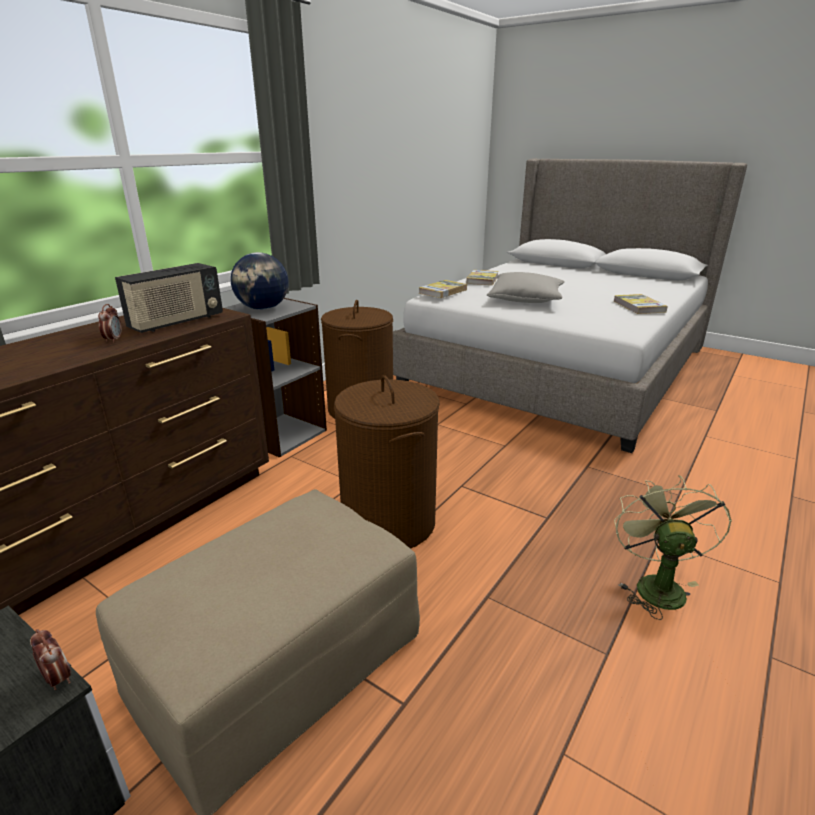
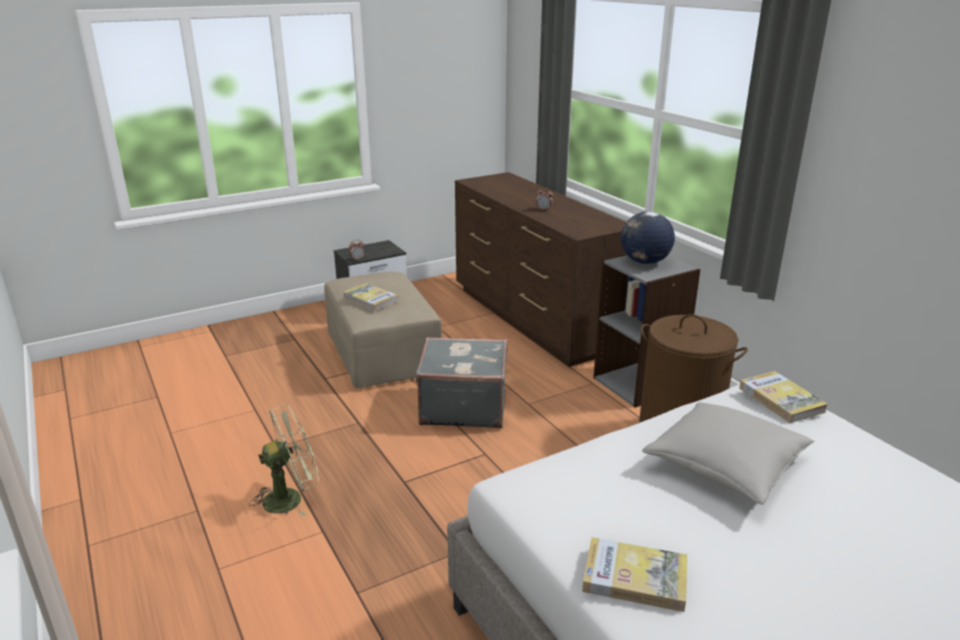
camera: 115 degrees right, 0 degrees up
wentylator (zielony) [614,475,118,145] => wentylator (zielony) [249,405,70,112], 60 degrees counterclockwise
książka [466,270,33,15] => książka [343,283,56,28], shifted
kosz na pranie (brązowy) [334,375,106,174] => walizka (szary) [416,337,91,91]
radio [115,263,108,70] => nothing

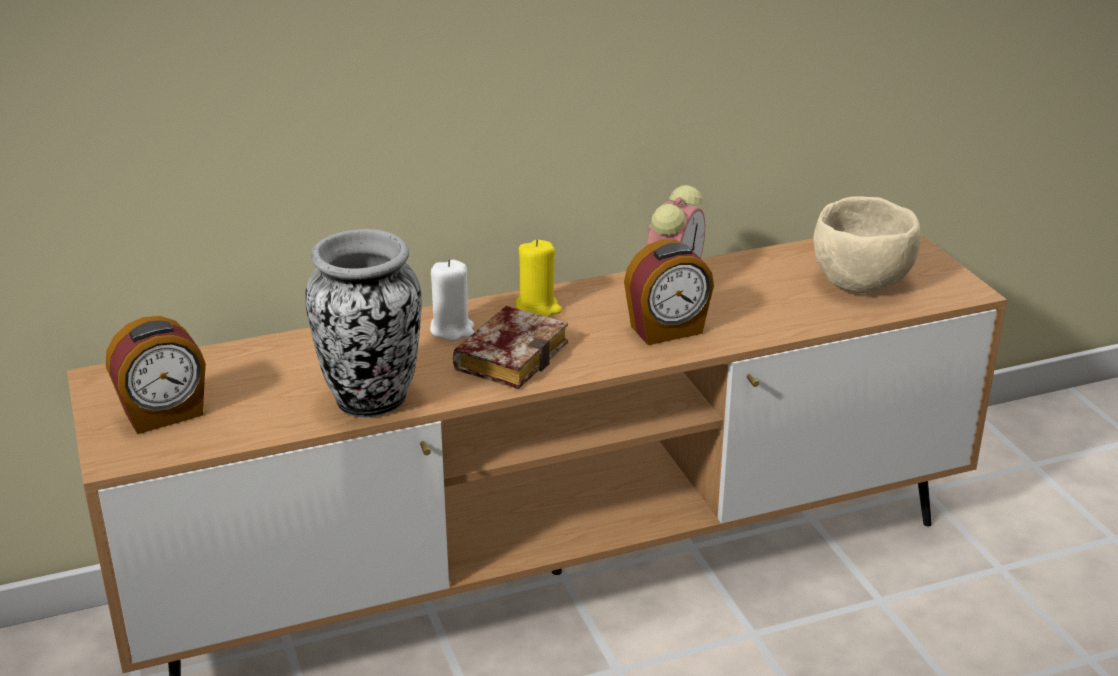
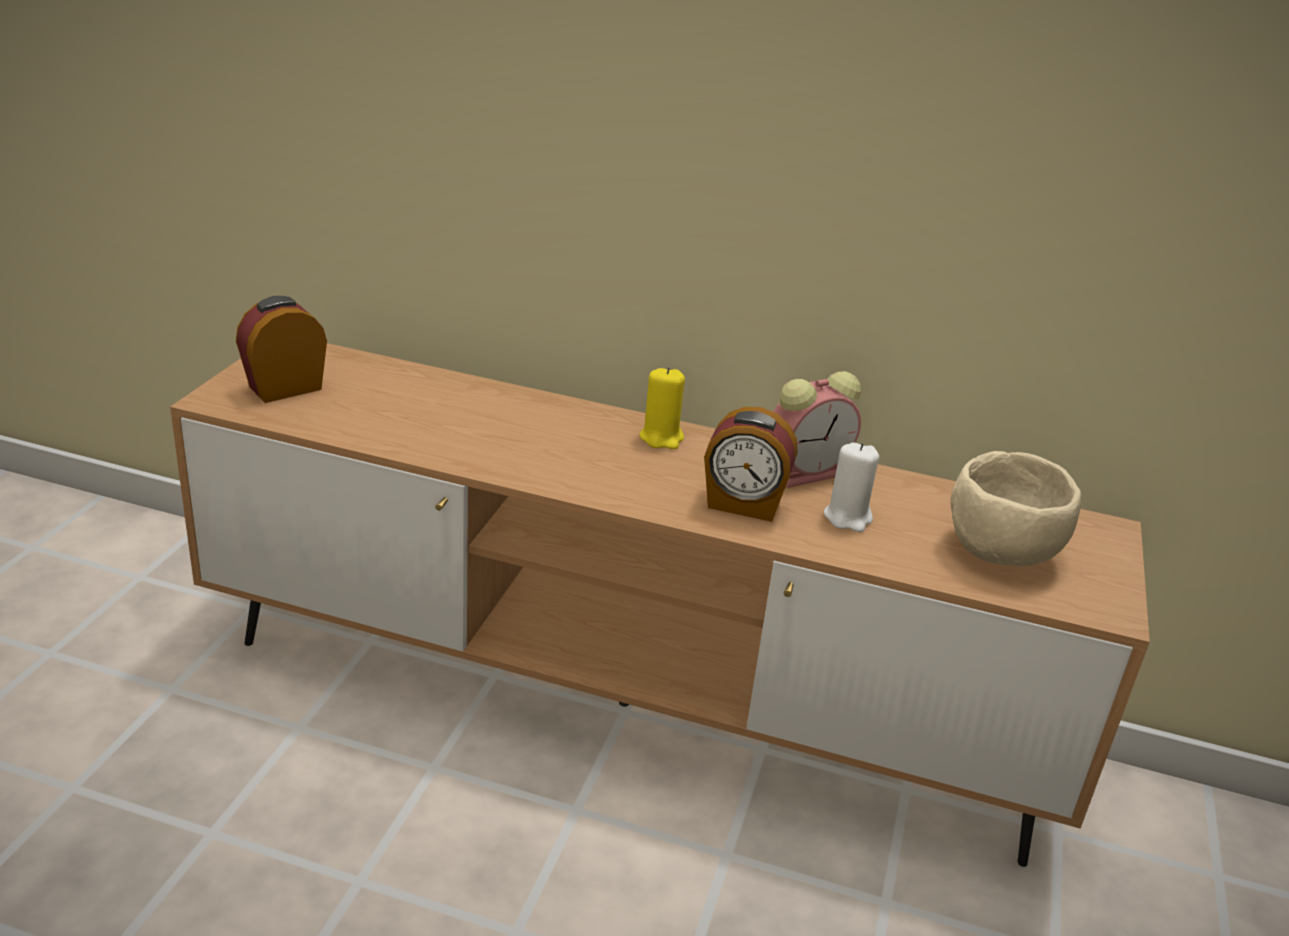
camera: 35 degrees right, 0 degrees up
budzik [106,316,100,118] => budzik [236,296,91,107], 135 degrees clockwise
świeca (biały) [430,260,44,81] => świeca (biały) [824,443,55,89], shifted
wazon [305,229,117,188] => nothing
książka [453,306,115,83] => nothing

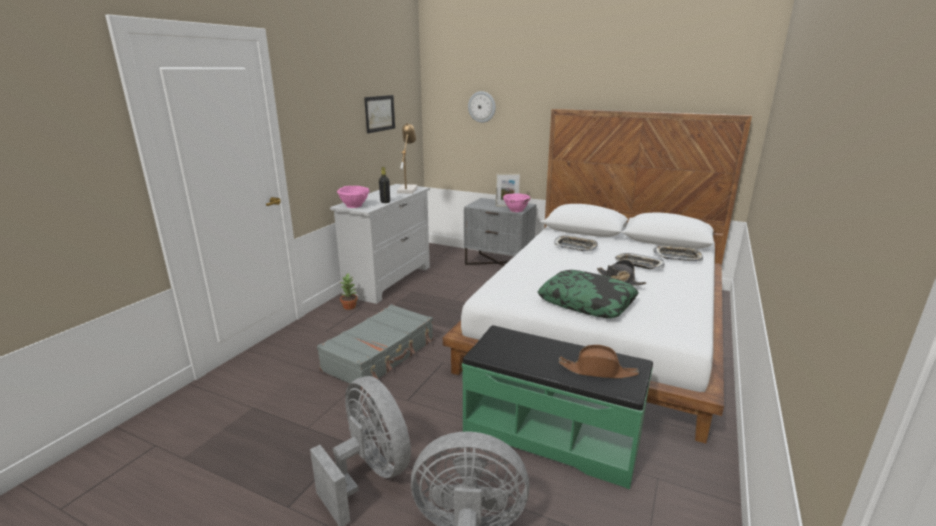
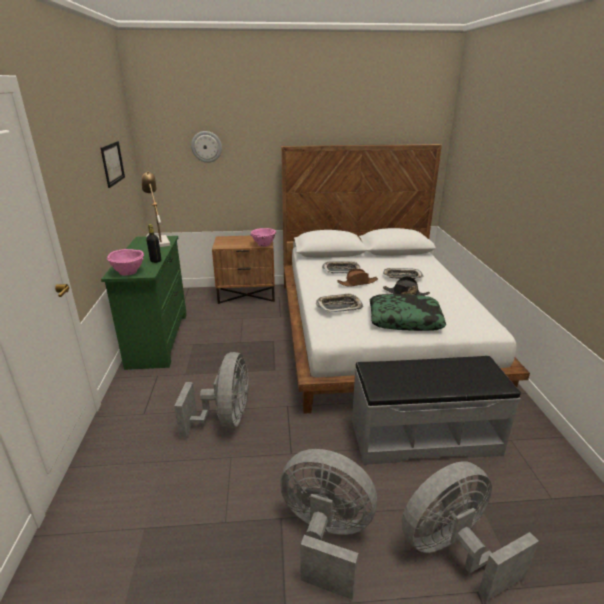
camera: 30 degrees left, 5 degrees up
komoda (biały) [330,184,100,120] => komoda (zielony) [101,236,86,134]
walizka (szary) [317,304,116,86] => wentylator (szary) [174,352,75,86]
szafka nocna (szary) [464,198,72,68] => szafka nocna (brązowy) [212,236,63,68]
taca [653,245,50,16] => taca [316,293,47,20], shifted
kapelusz (brązowy) [559,345,80,34] => kapelusz (brązowy) [337,269,41,18], shifted
ławka (zielony) [462,325,191,164] => ławka (szary) [352,356,169,109]
roślina doniczkowa [340,273,18,37] => nothing
ramka na zdjęcie [496,174,24,32] => nothing

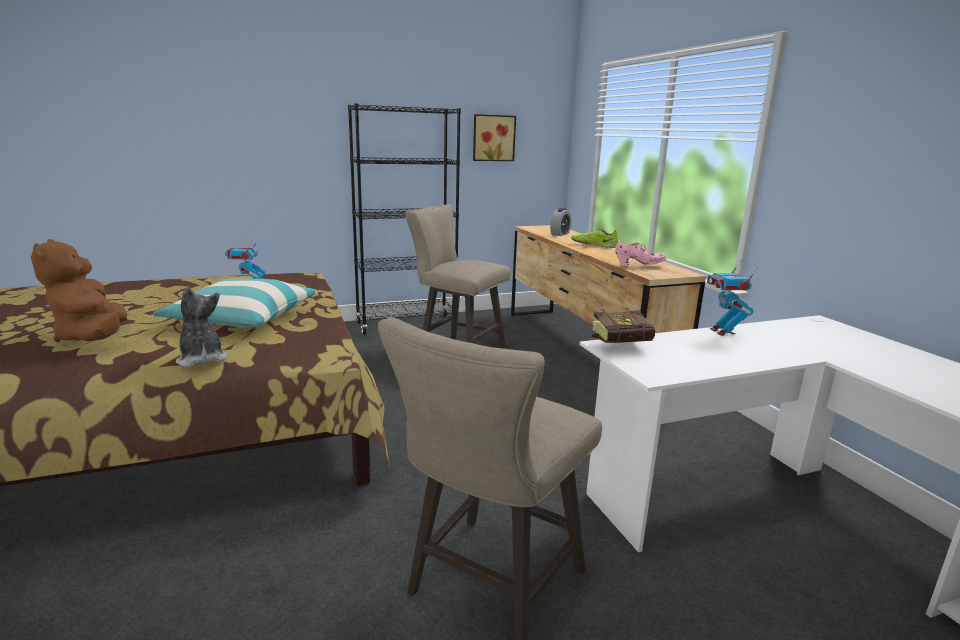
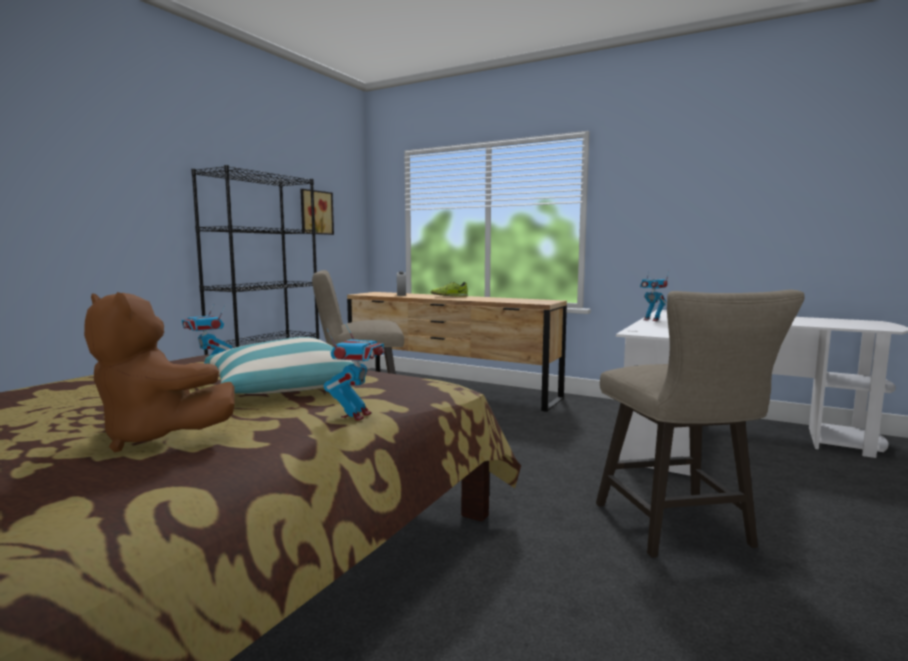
camera: 40 degrees left, 10 degrees down
pluszak [176,286,51,81] => robot zabawkowy [324,323,61,98]
książka [592,308,63,35] => nothing
but (różowy) [615,241,51,26] => nothing

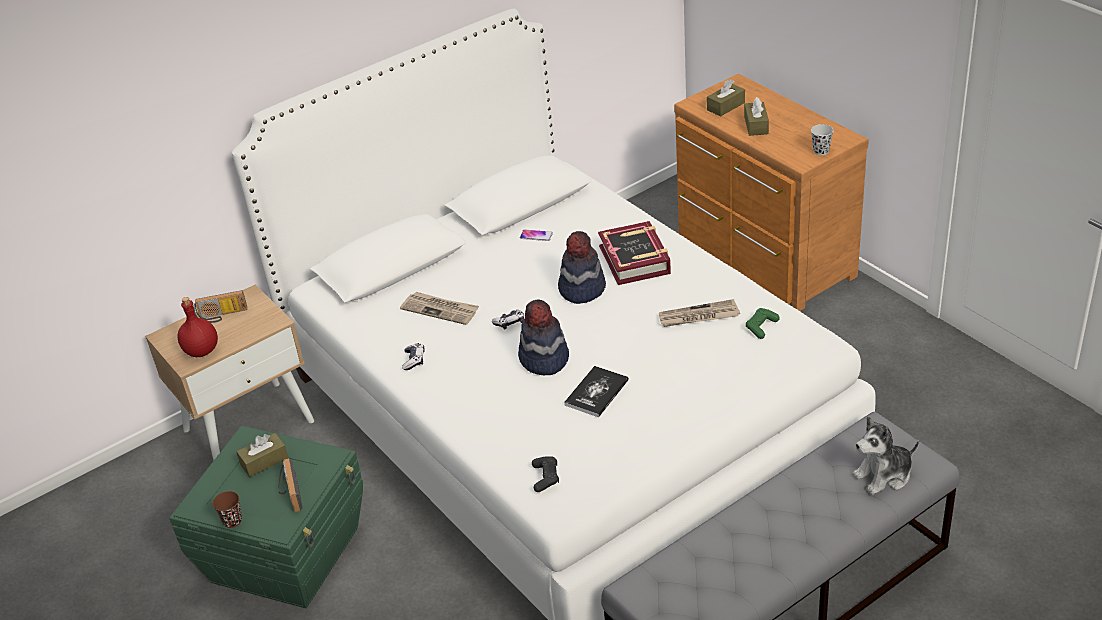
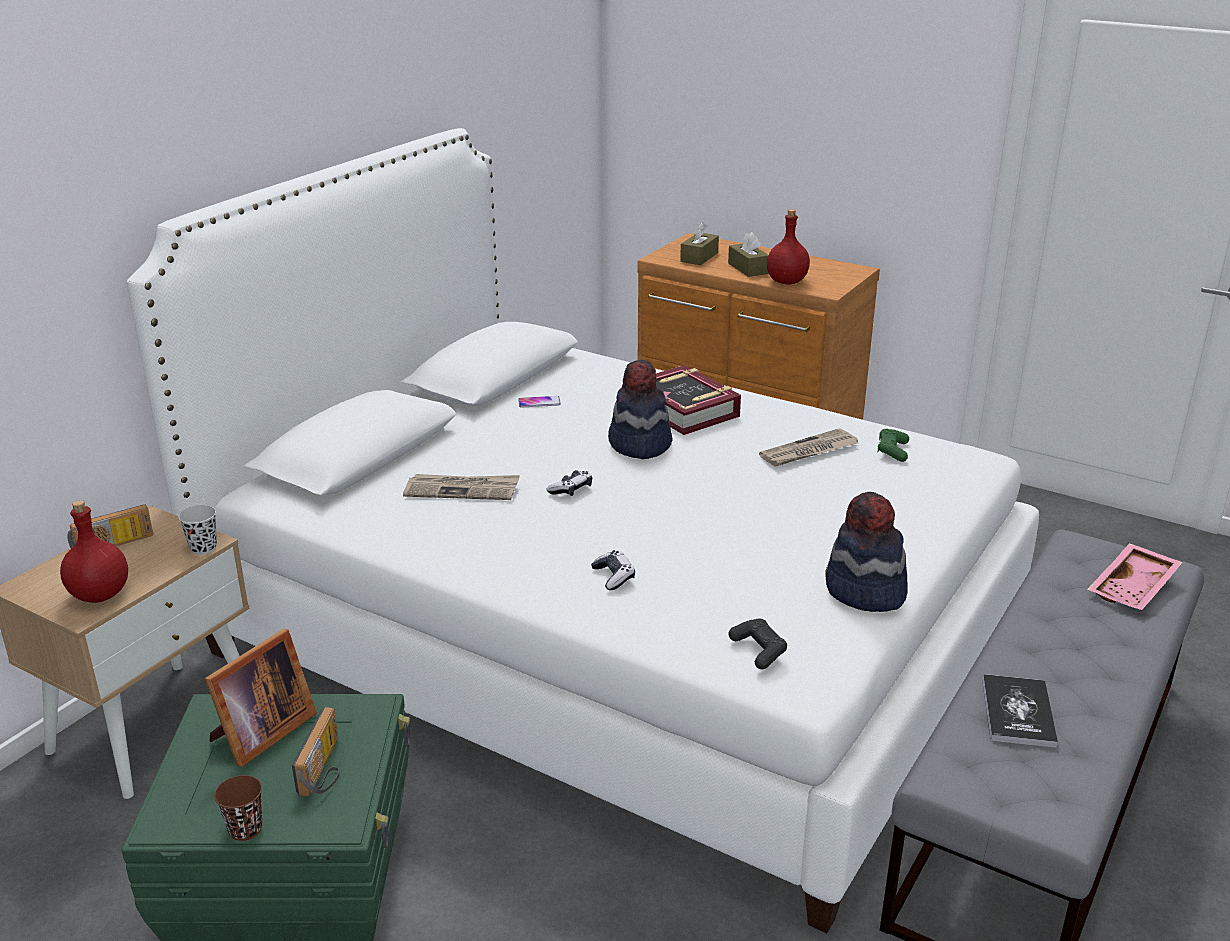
camera: 25 degrees left, 10 degrees down
filiżanka (czarny) [811,124,23,31] => filiżanka (czarny) [178,505,39,50], shifted
pudełko chusteczek (brązowy) [237,433,51,44] => ramka na zdjęcie [205,629,112,138]
radio [278,458,25,54] => radio [292,707,48,89], 135 degrees counterclockwise
pad do gier [402,343,23,27] => pad do gier [591,550,44,40], shifted
nothing => butelka (czerwony) [767,209,43,76]
kapelusz [518,300,51,75] => kapelusz [825,492,83,120], shifted
książka [564,366,65,51] => książka [982,674,76,74], shifted
pluszak [853,416,66,79] => taca (różowy) [1087,543,96,67]

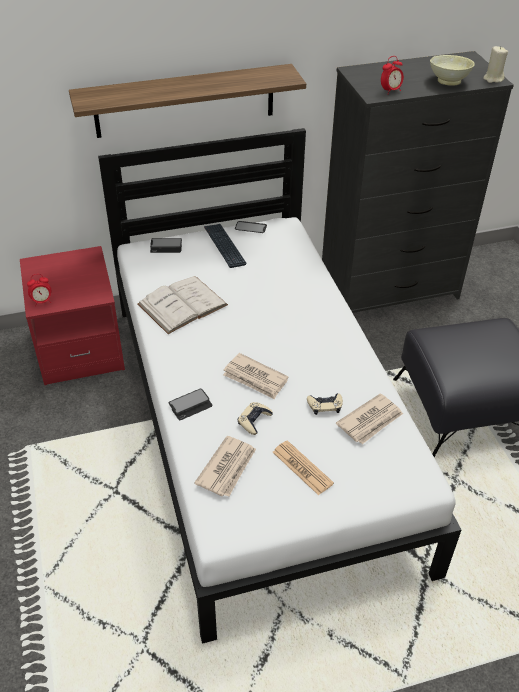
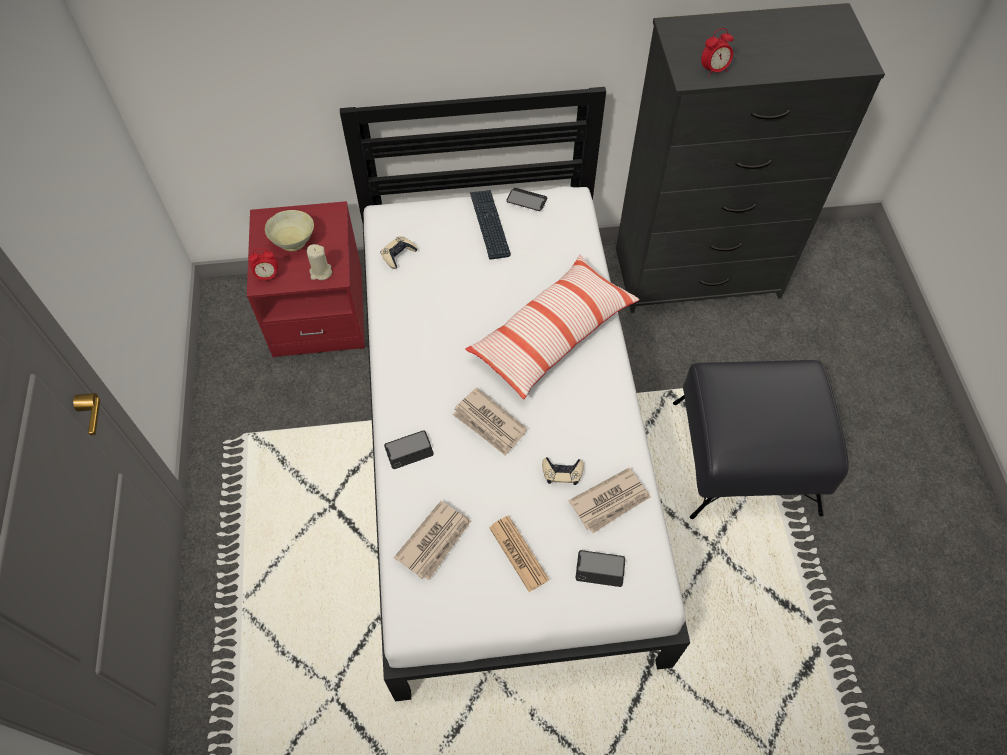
camera: 10 degrees right, 15 degrees up
miska (beżowy) [430,55,45,31] => miska (beżowy) [265,210,49,41], shifted
świeca (beżowy) [483,46,25,37] => świeca (beżowy) [307,244,25,36], shifted
pad do gier (beżowy) [238,402,35,33] => pad do gier (beżowy) [380,236,37,33], shifted
nothing => poduszka [465,255,174,144]
telefon [150,238,32,15] => telefon [576,550,49,37], shifted
półka [69,64,237,74] => nothing
książka (biały) [137,276,91,58] => nothing

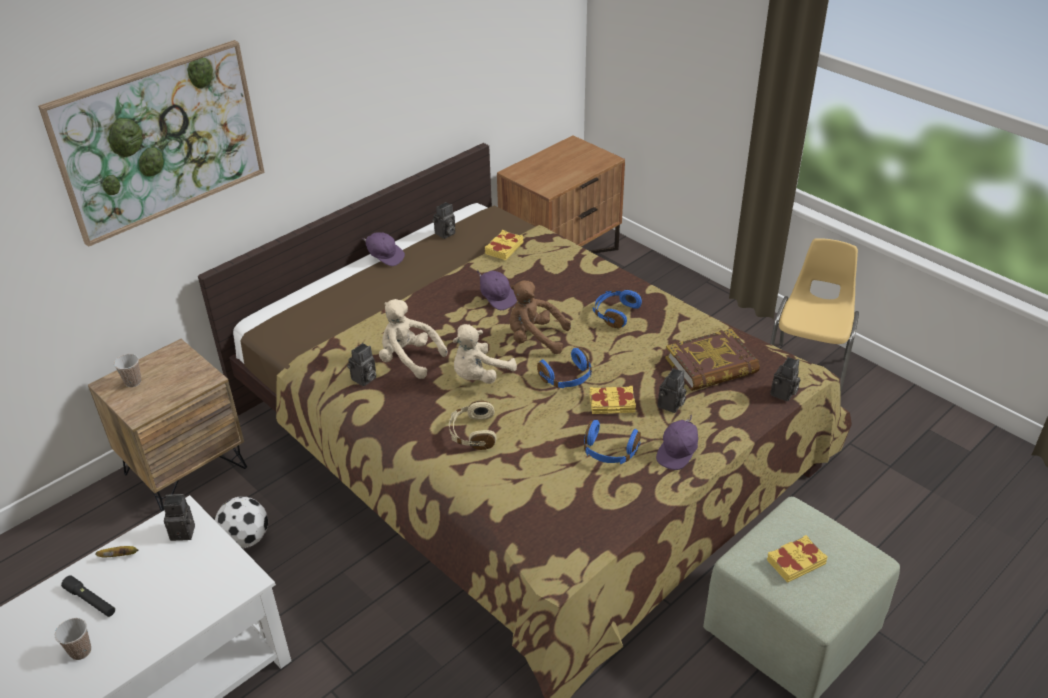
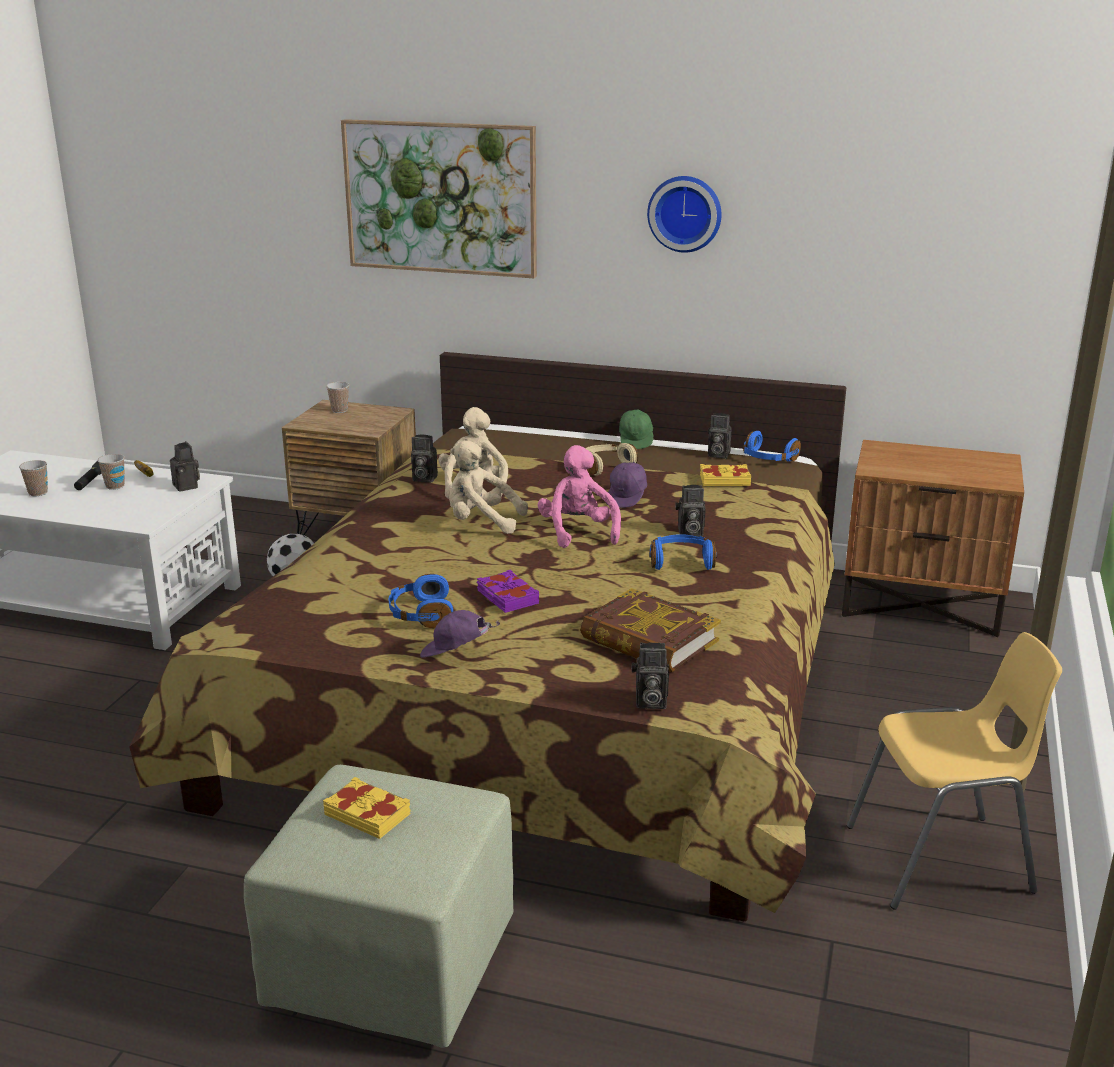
camera: 60 degrees right, 15 degrees down
nothing => filiżanka [97,454,28,36]
książka (żółty) [590,386,46,28] => książka (fioletowy) [477,570,62,43]
pluszak (brązowy) [509,280,62,74] => pluszak (różowy) [537,445,84,103]
słuchawki (beżowy) [449,401,48,49] => słuchawki (beżowy) [585,443,53,32], shifted
czapka z daszkiem (fioletowy) [363,232,42,34] => czapka z daszkiem (zielony) [619,410,34,39]
nothing => zegar ścienny [647,176,75,77]
aparat fotograficzny [658,368,28,45] => aparat fotograficzny [675,485,31,52], shifted
słuchawki (niebieski) [537,348,55,40] => słuchawki (niebieski) [743,431,58,30], shifted

